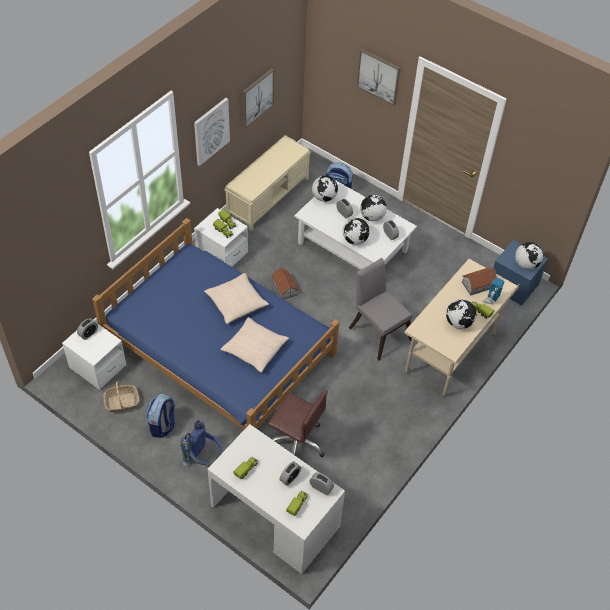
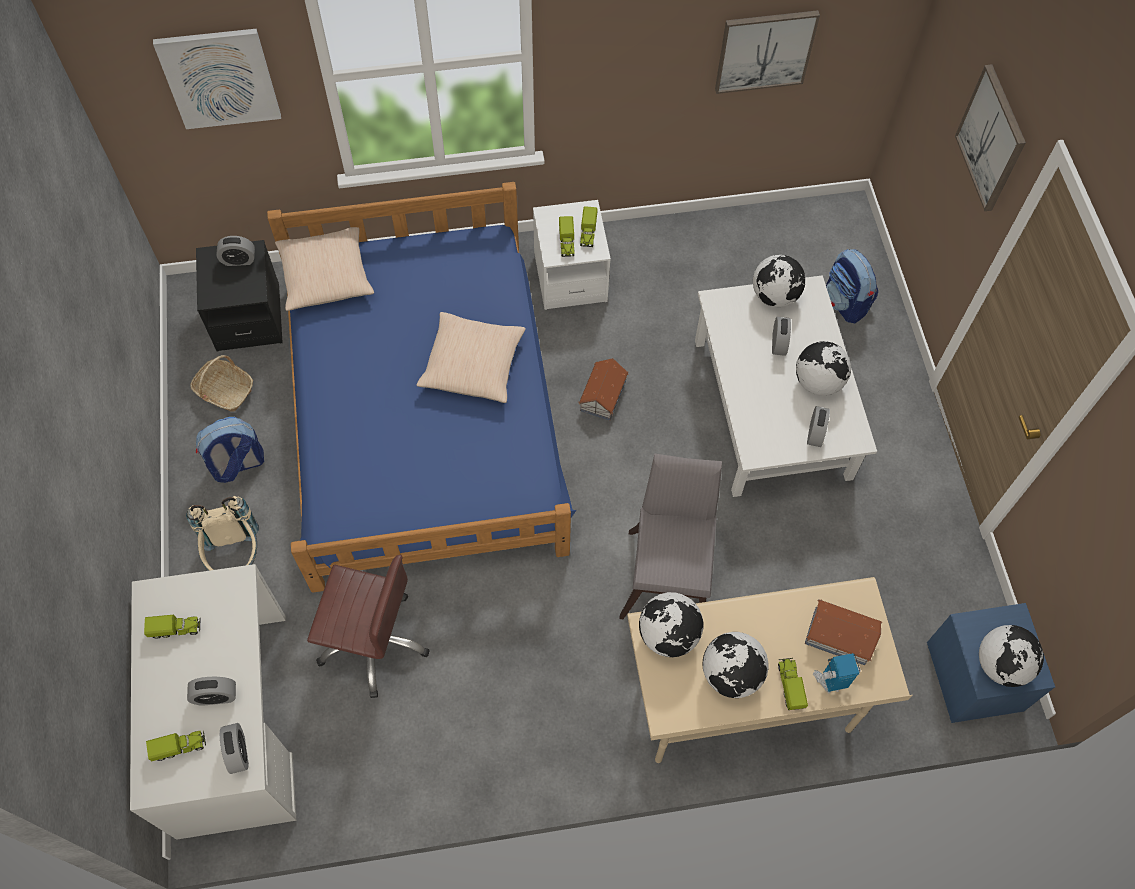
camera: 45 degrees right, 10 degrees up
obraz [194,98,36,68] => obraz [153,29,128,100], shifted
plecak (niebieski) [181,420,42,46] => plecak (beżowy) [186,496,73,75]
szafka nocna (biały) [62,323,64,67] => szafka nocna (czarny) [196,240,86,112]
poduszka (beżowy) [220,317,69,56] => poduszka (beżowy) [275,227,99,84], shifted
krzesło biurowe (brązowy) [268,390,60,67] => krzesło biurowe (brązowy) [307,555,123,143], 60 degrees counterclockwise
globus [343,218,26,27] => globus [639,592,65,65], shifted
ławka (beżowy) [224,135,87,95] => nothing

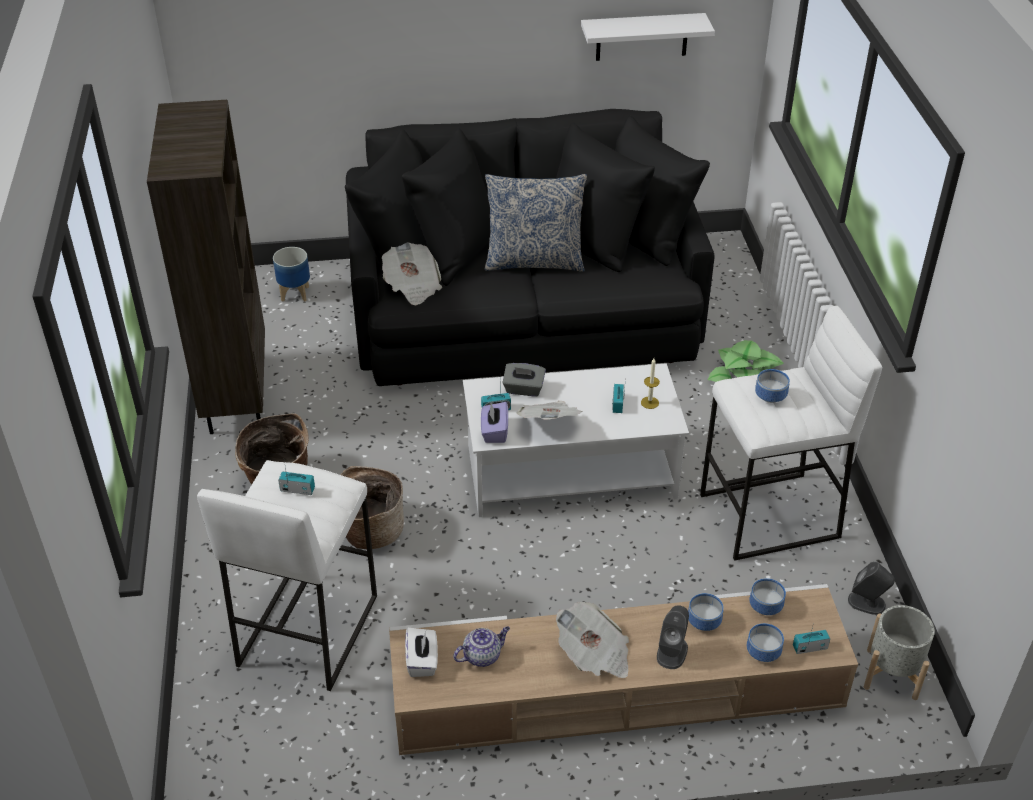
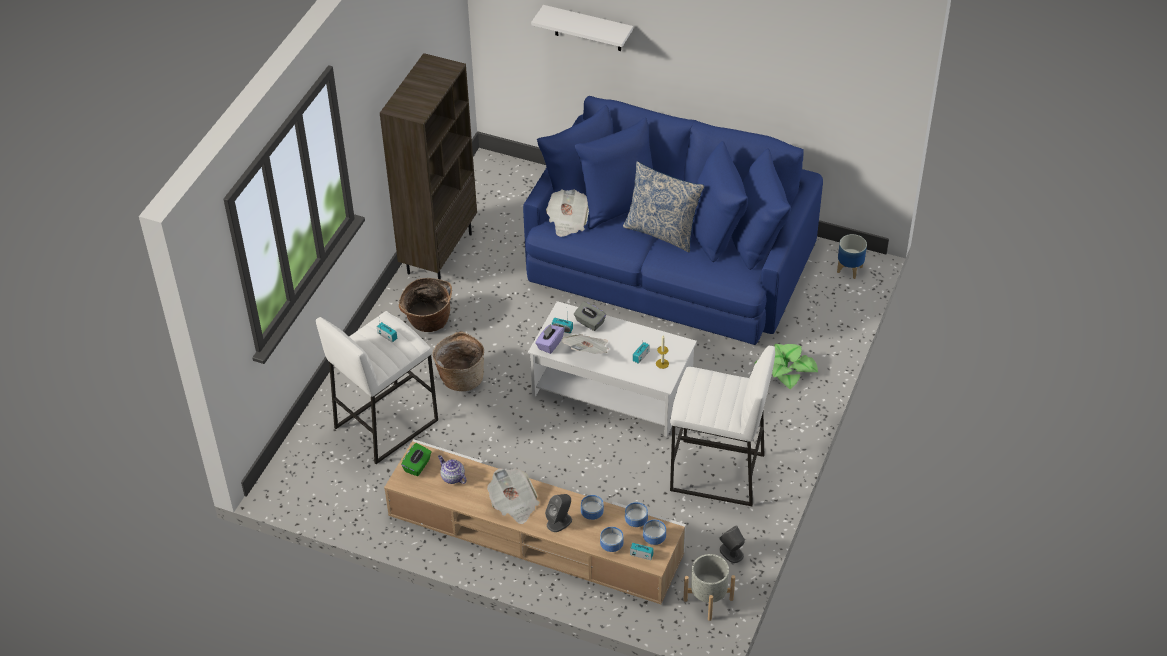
camera: 30 degrees right, 5 degrees up
pudełko chusteczek (biały) [405,628,33,49] => pudełko chusteczek (zielony) [401,443,31,33]
imbryk [453,626,57,41] => imbryk [438,455,29,29], 135 degrees counterclockwise
kanapa (czarny) [345,109,369,277] => kanapa (niebieski) [523,96,300,249]
półka (biały) [581,13,134,48] => półka (biały) [531,5,102,46], shifted
miska [755,369,35,34] => miska [643,520,23,25], shifted
donica [273,247,37,55] => donica [837,234,30,45], shifted

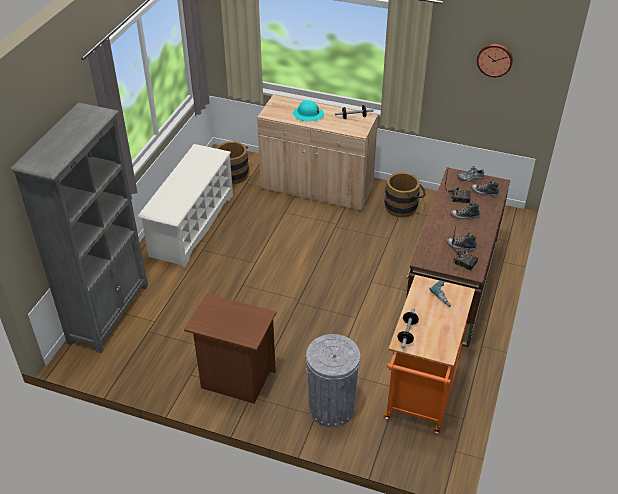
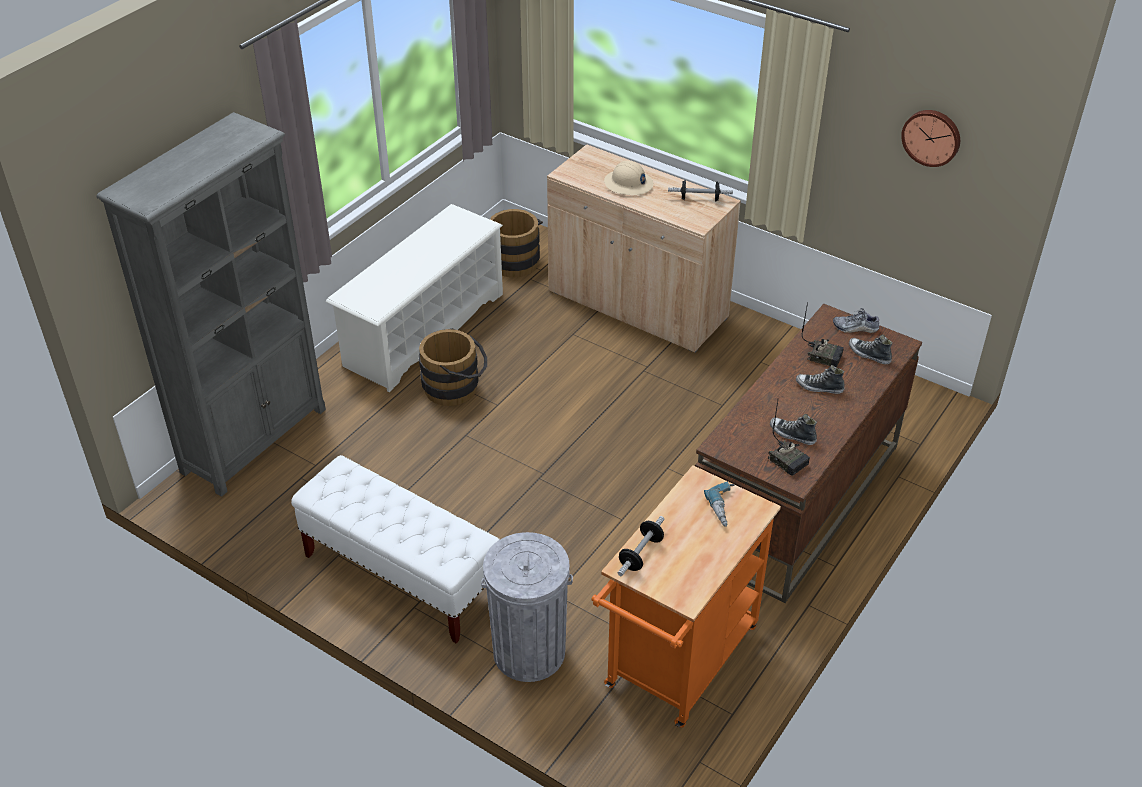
camera: 15 degrees right, 0 degrees up
szafka nocna (brązowy) [184,293,92,111] => ławka (biały) [291,455,209,188]
wiadro (brązowy) [384,172,42,46] => wiadro (brązowy) [419,329,68,77], shifted
kask (turkusowy) [293,100,31,21] => kask (beżowy) [604,161,50,34]

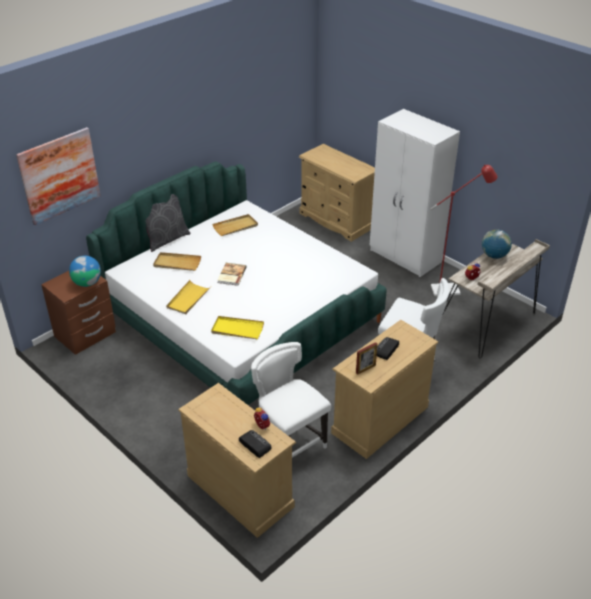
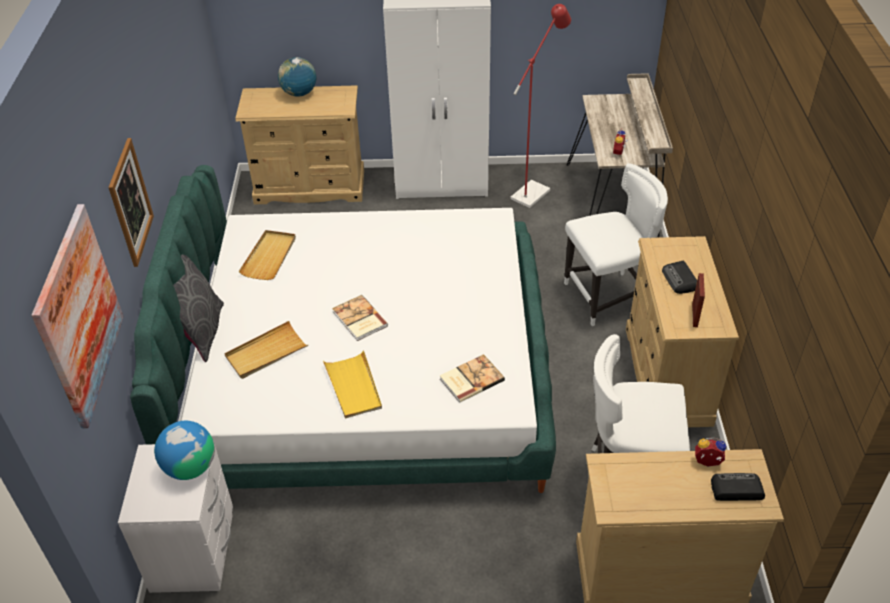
camera: 45 degrees left, 5 degrees up
nothing => obraz [108,138,46,129]
szafka nocna (brązowy) [41,271,75,84] => szafka nocna (biały) [118,444,115,149]
globus [482,230,30,29] => globus [278,57,38,40], shifted
taca (żółty) [211,316,53,23] => książka [440,354,65,49]

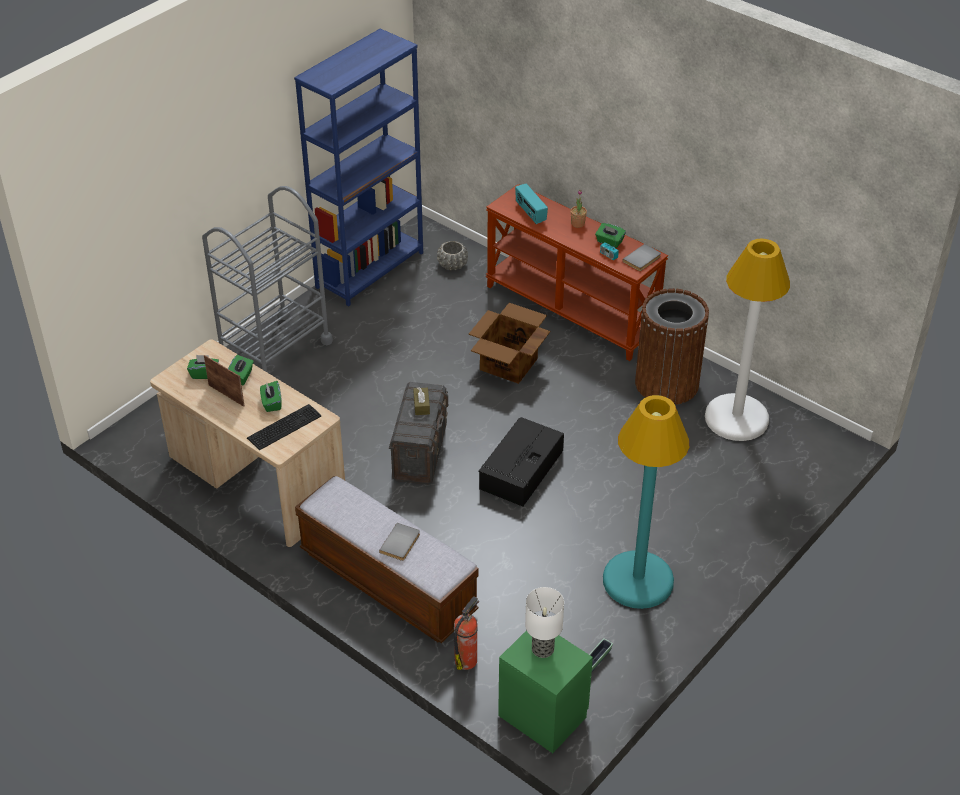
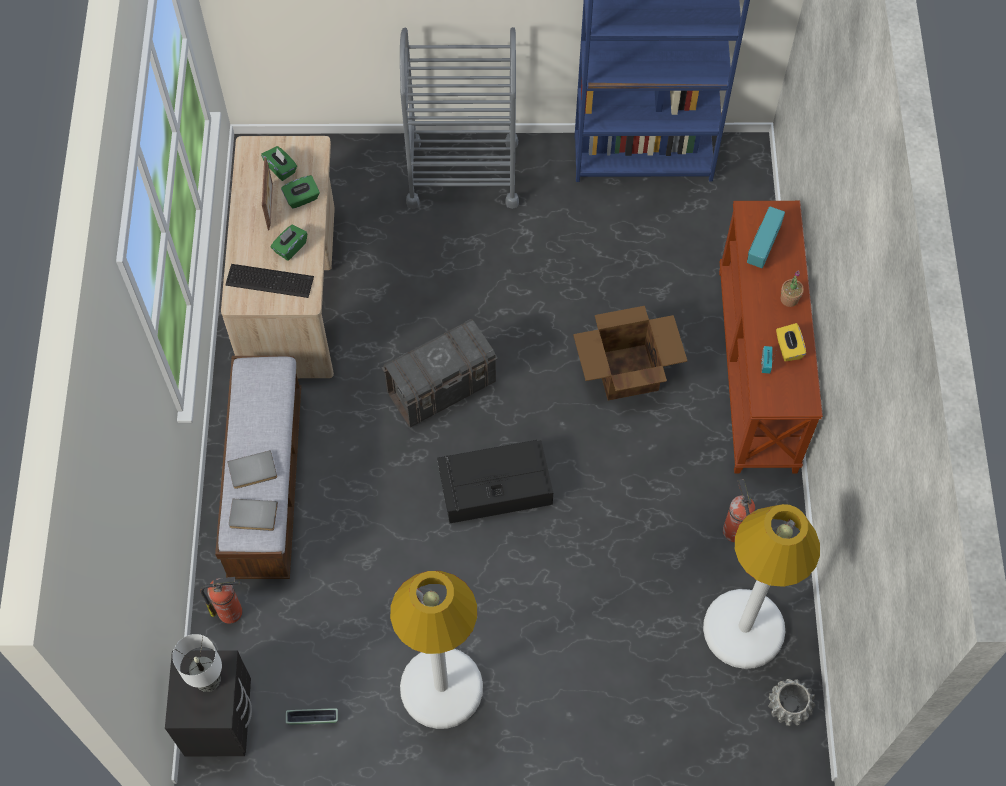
camera: 50 degrees right, 20 degrees up
szafka nocna (zielony) [498,630,95,123] => szafka nocna (czarny) [165,650,87,106]
książka (szary) [623,244,38,27] => książka (szary) [229,499,49,32], shifted
lampa stojąca (turkusowy) [603,395,86,214] => lampa stojąca (biały) [390,571,93,158]
kosz na śmieci (brązowy) [635,288,74,117] => gaśnica [723,479,32,63]
donica (szary) [437,241,31,29] => donica (szary) [768,679,47,47], shifted
pudełko chusteczek (zielony) [595,223,31,25] => pudełko chusteczek (żółty) [776,323,30,39]
pudełko chusteczek (brązowy) [413,387,17,28] => nothing

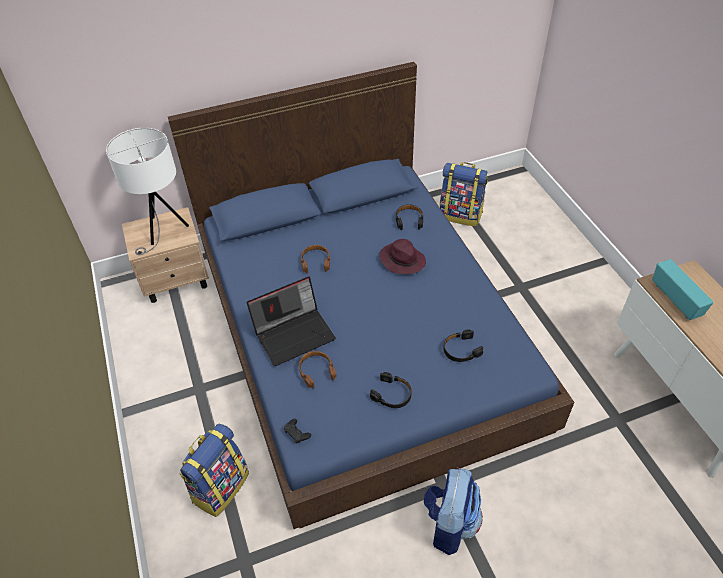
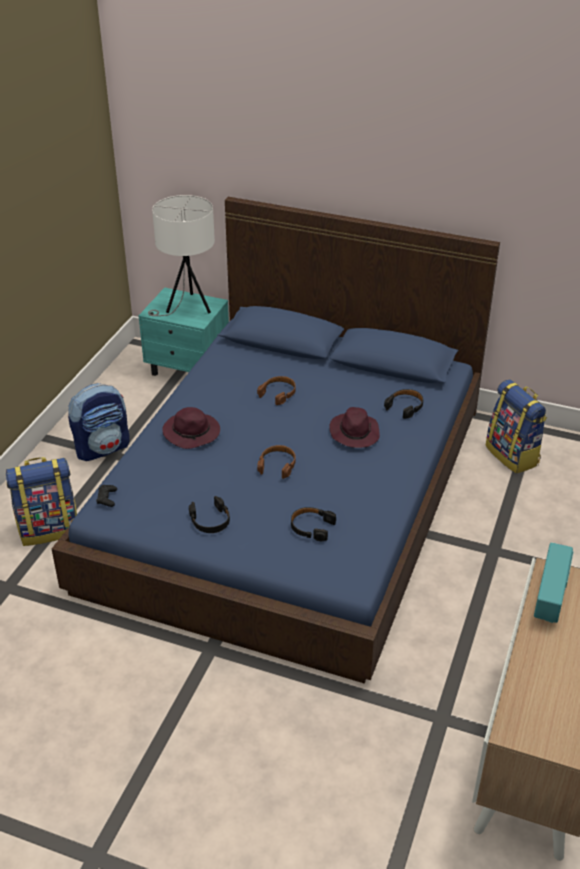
camera: 40 degrees right, 10 degrees down
plecak [424,468,59,87] => plecak [68,383,62,78], shifted
szafka nocna (beżowy) [122,207,87,96] => szafka nocna (turkusowy) [138,287,91,89]
laptop [247,277,89,89] => kapelusz (fioletowy) [162,407,58,42]
słuchawki (brązowy) [299,351,38,38] => słuchawki (brązowy) [257,445,39,34], shifted

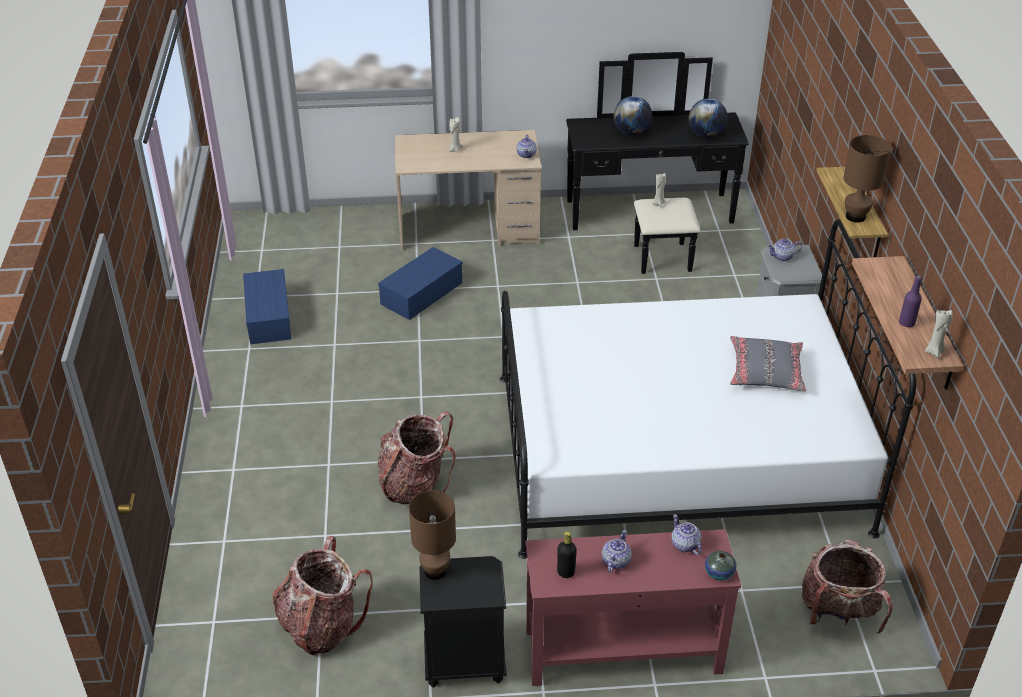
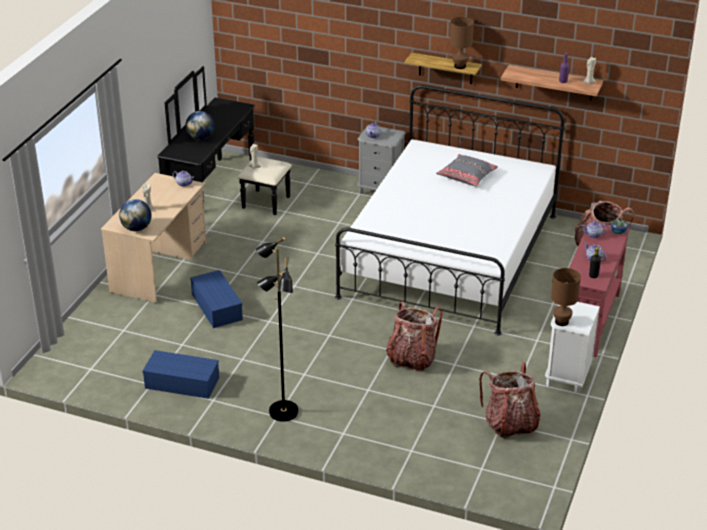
camera: 65 degrees left, 5 degrees down
globus [689,98,39,40] => globus [119,199,33,32], shifted
nothing => lampa stojąca (czarny) [256,236,42,186]
szafka nocna (czarny) [419,556,88,132] => szafka nocna (biały) [545,302,55,92]

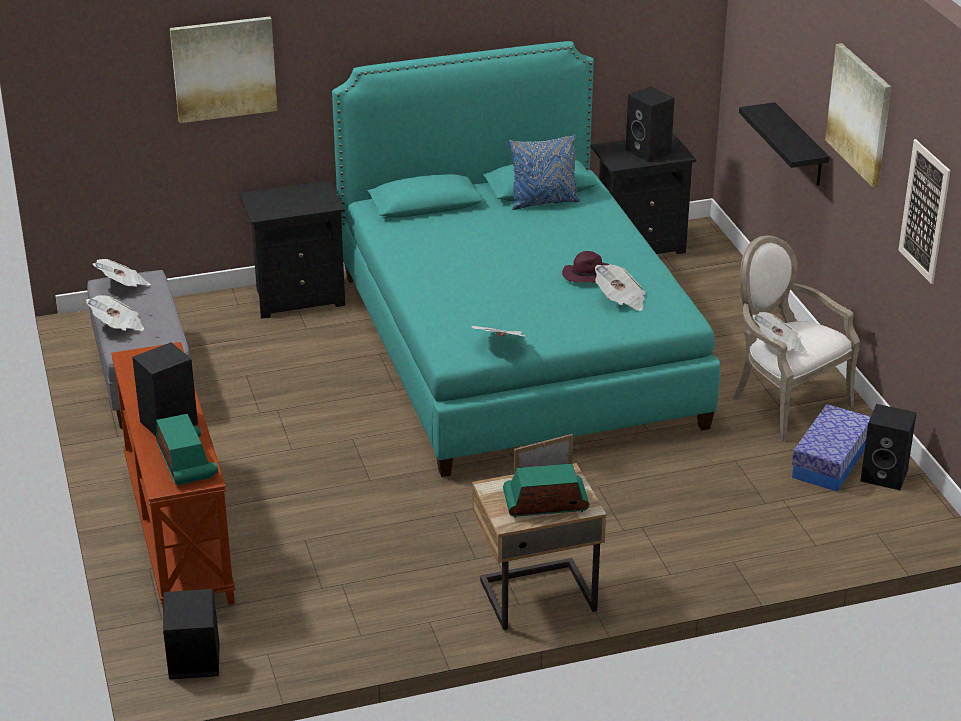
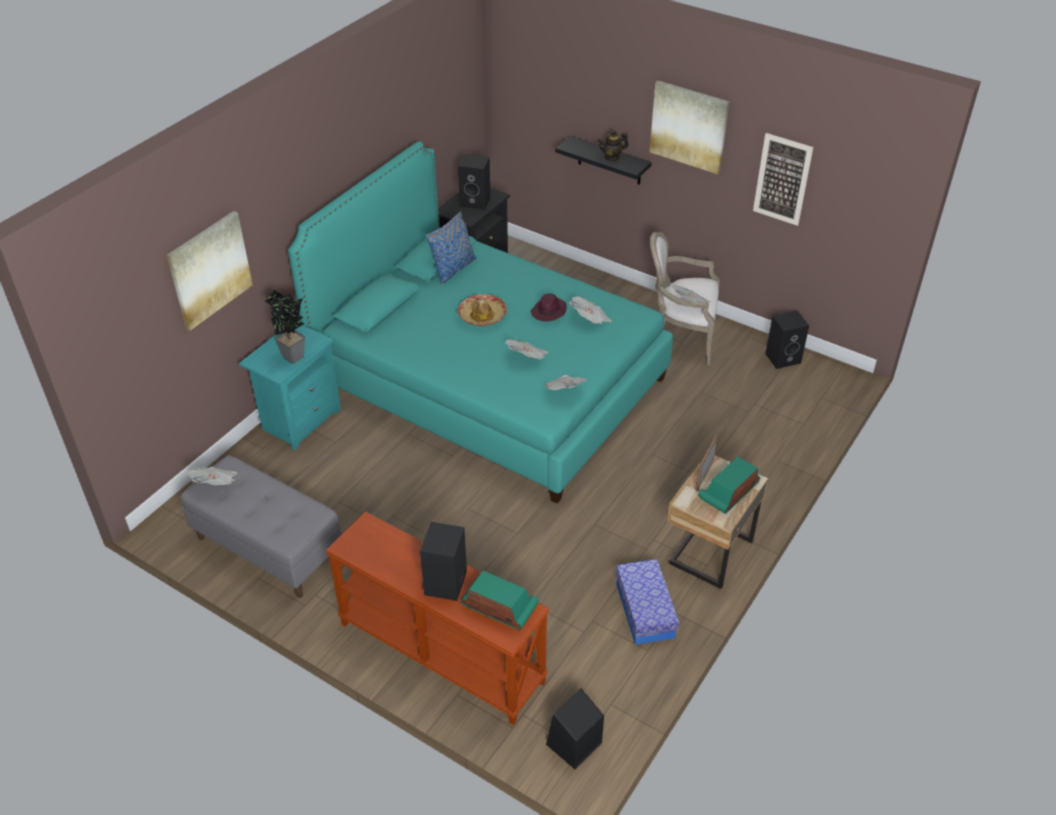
camera: 40 degrees left, 10 degrees up
szafka nocna (czarny) [239,180,106,139] => szafka nocna (turkusowy) [239,325,102,126]
nothing => roślina doniczkowa [265,290,40,74]
nothing => kapelusz [458,294,49,32]
gazeta [86,295,59,36] => gazeta [505,339,44,21], shifted
nothing => imbryk [598,130,31,31]
pojemnik do przechowywania [792,404,79,88] => pojemnik do przechowywania [616,559,63,86], shifted

